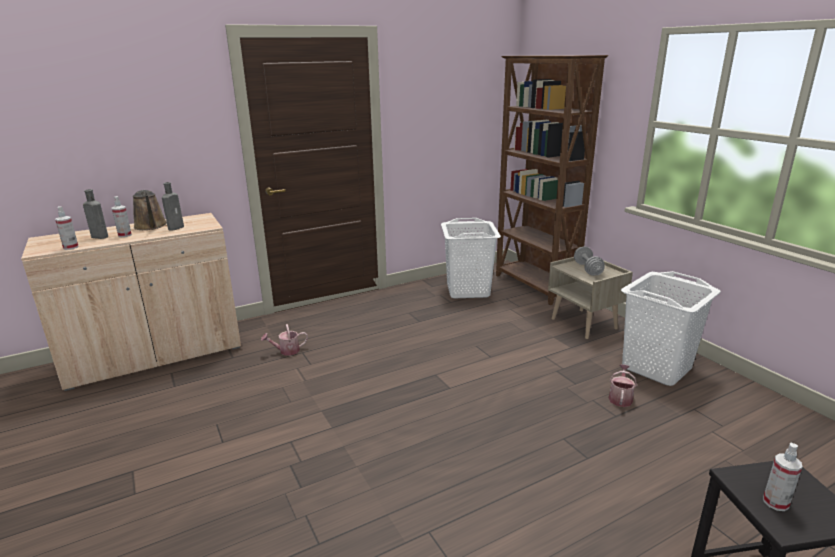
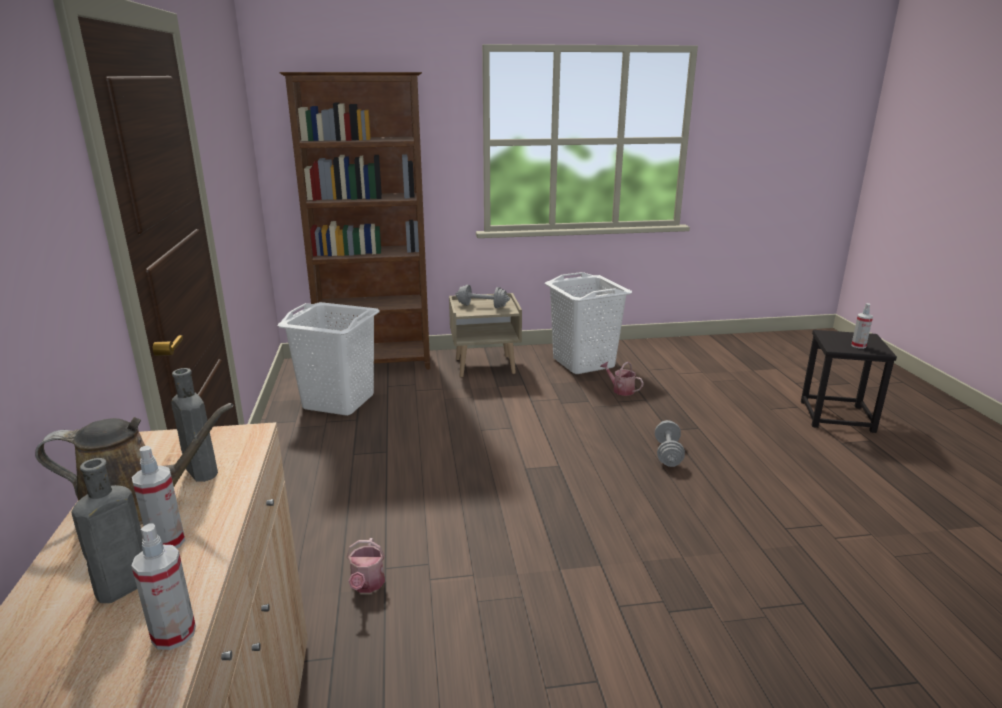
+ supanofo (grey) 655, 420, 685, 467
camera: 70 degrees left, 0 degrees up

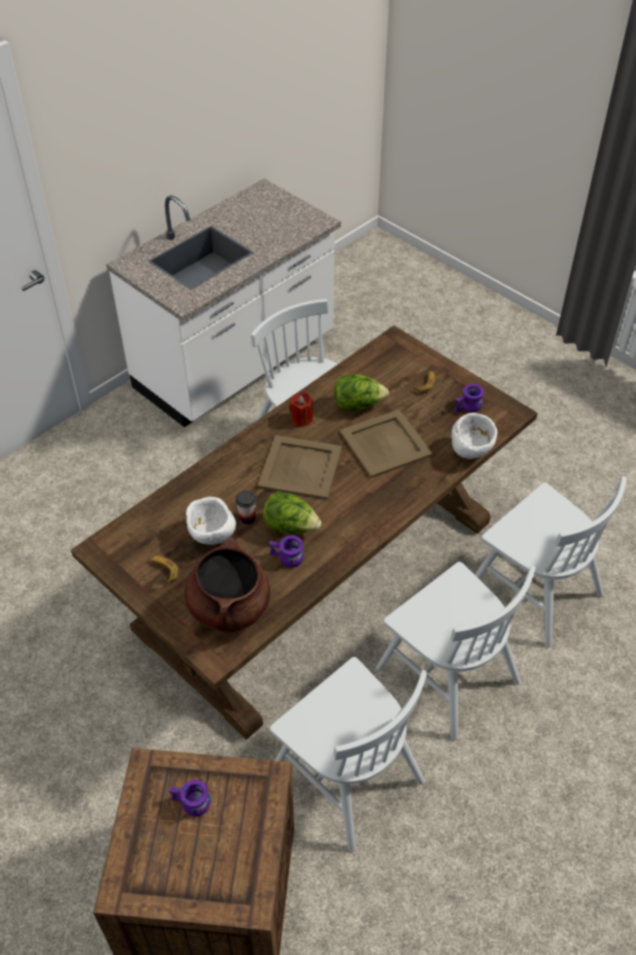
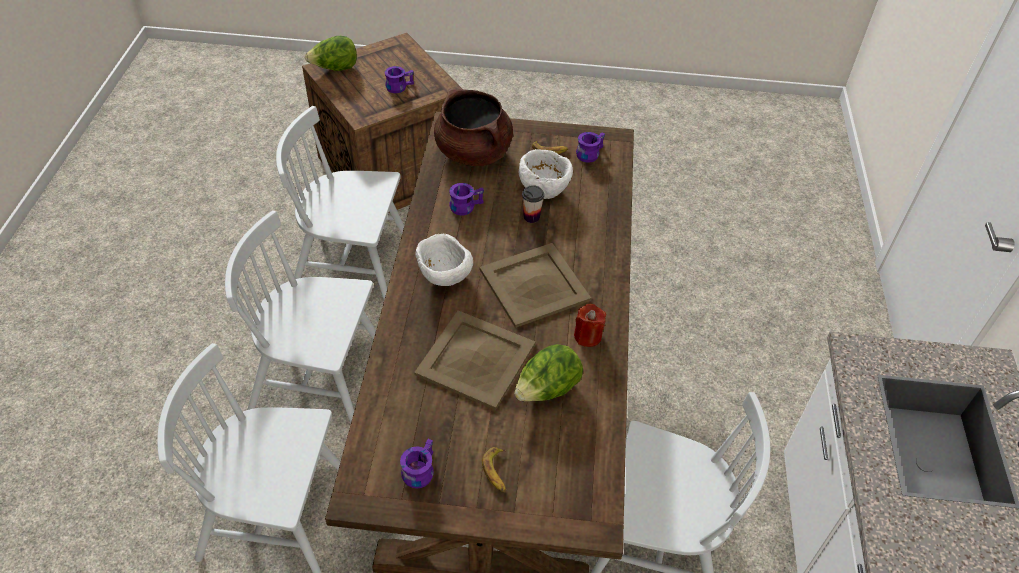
~ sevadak 263, 491, 322, 535 to 305, 36, 357, 71
~ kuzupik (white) 451, 413, 497, 459 to 415, 233, 473, 286
+ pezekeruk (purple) 576, 132, 605, 163
camera: 140 degrees right, 0 degrees up

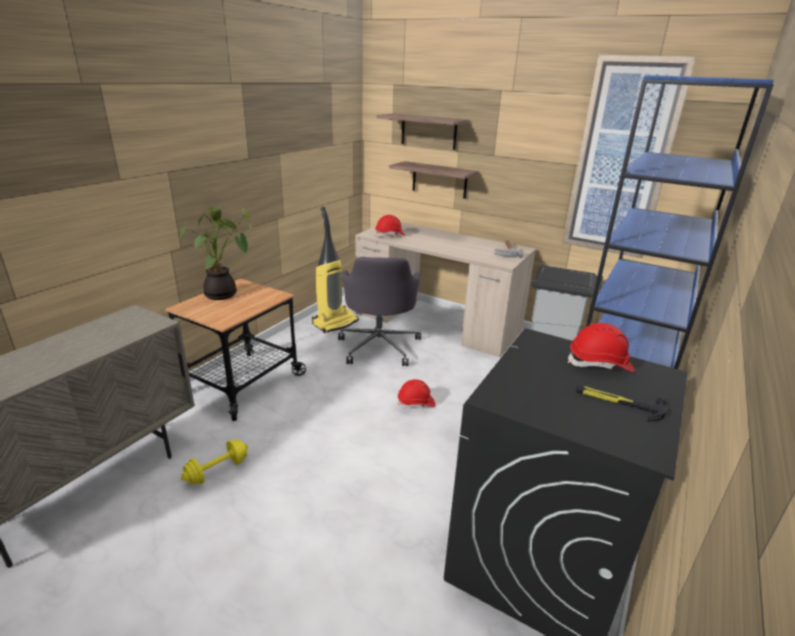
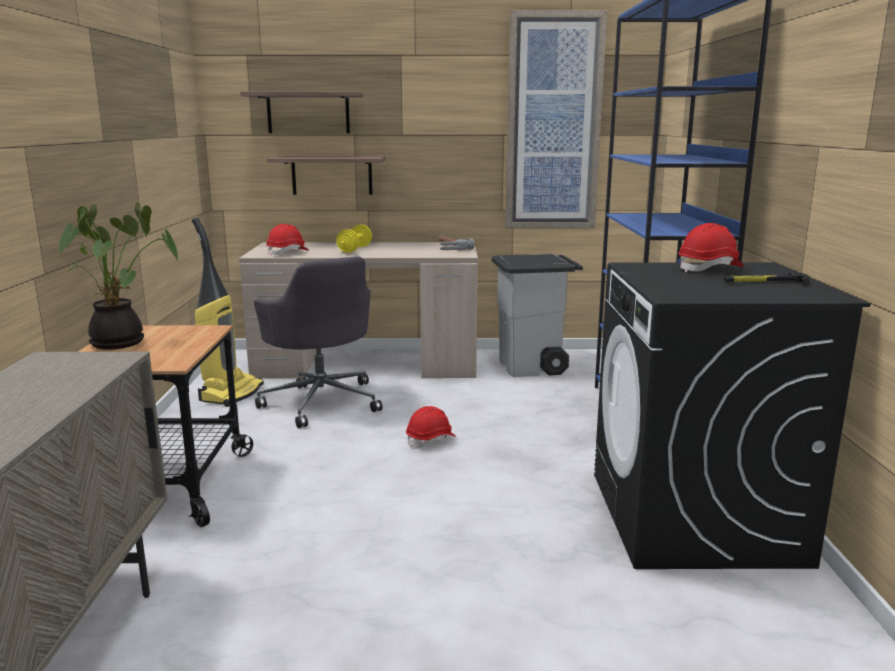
~ supanofo (yellow) 181, 440, 248, 485 to 336, 224, 372, 253
camera: 30 degrees left, 10 degrees down

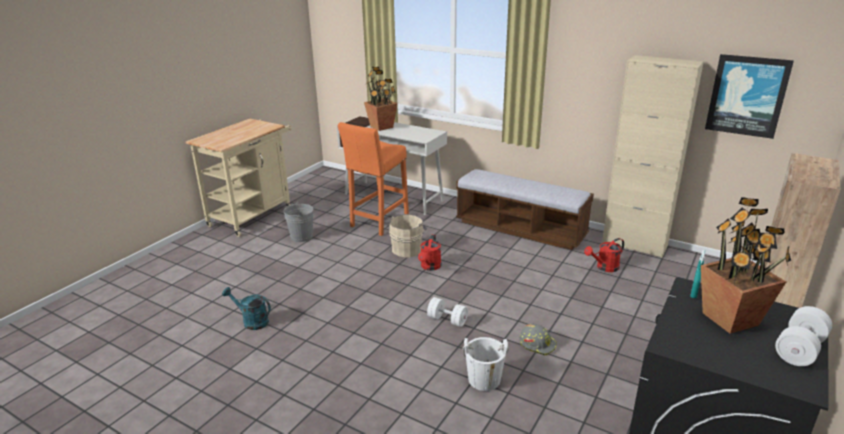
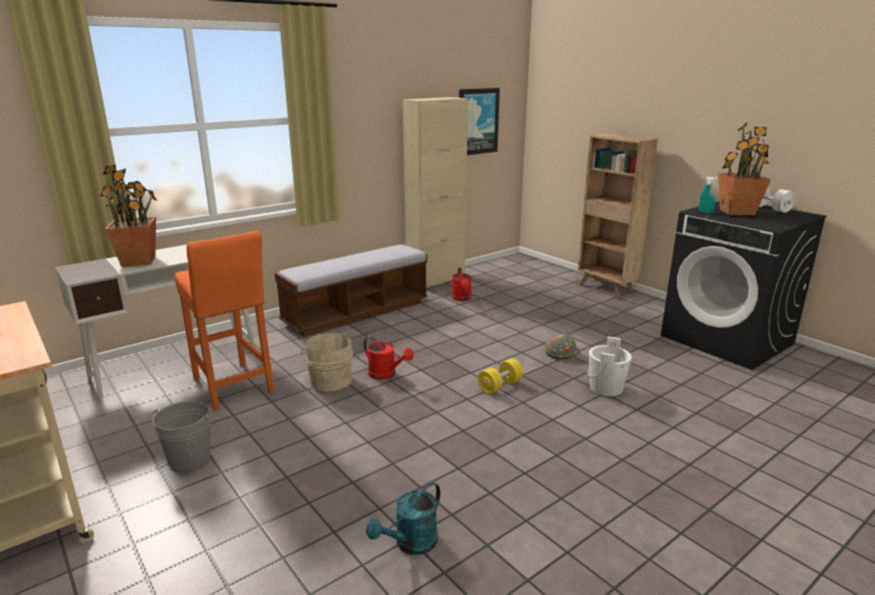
~ supanofo (white) 427, 297, 468, 327 to supanofo (yellow) 478, 359, 523, 394
camera: 70 degrees left, 5 degrees down

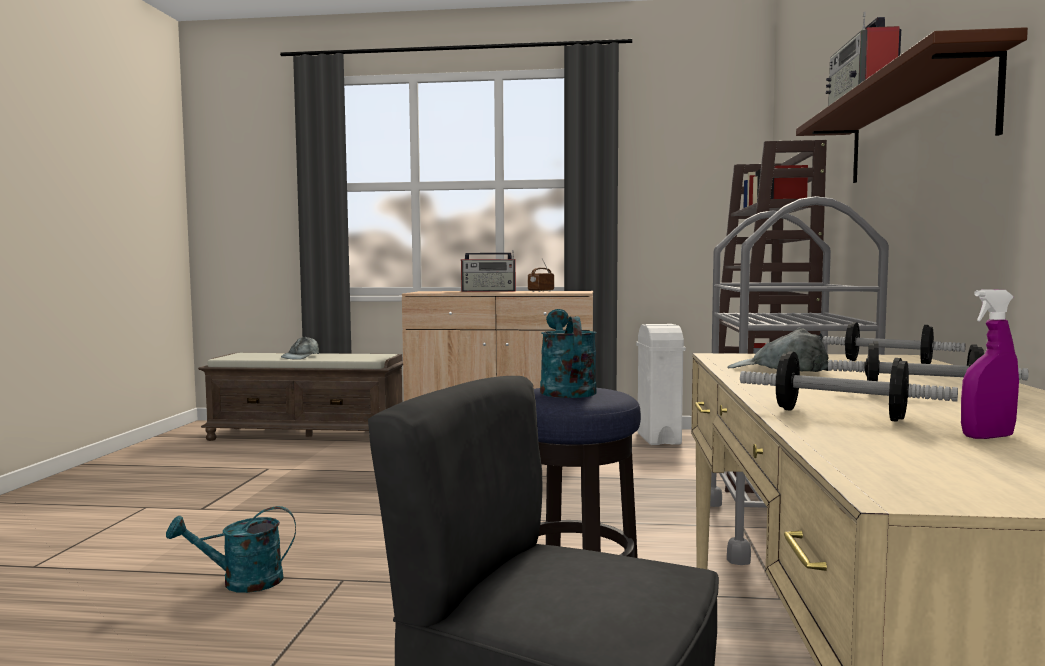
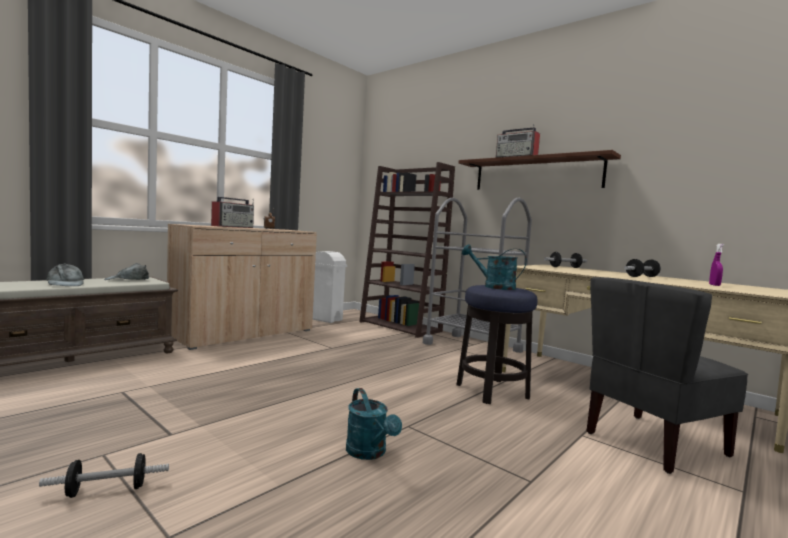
~ supanofo 740, 352, 958, 422 to 39, 453, 169, 498
~ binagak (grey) 727, 328, 829, 372 to 104, 263, 149, 280
~ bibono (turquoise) 166, 506, 296, 593 = 346, 388, 402, 460 45 degrees counterclockwise
camera: 55 degrees left, 0 degrees up

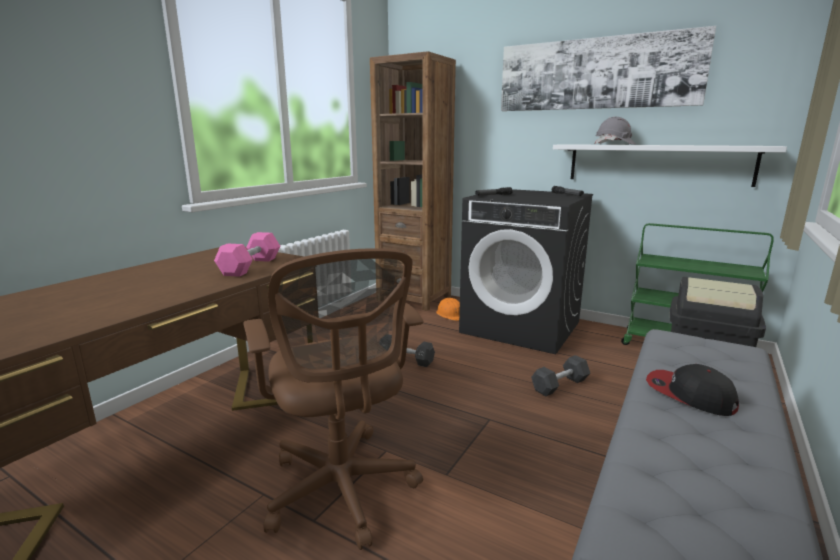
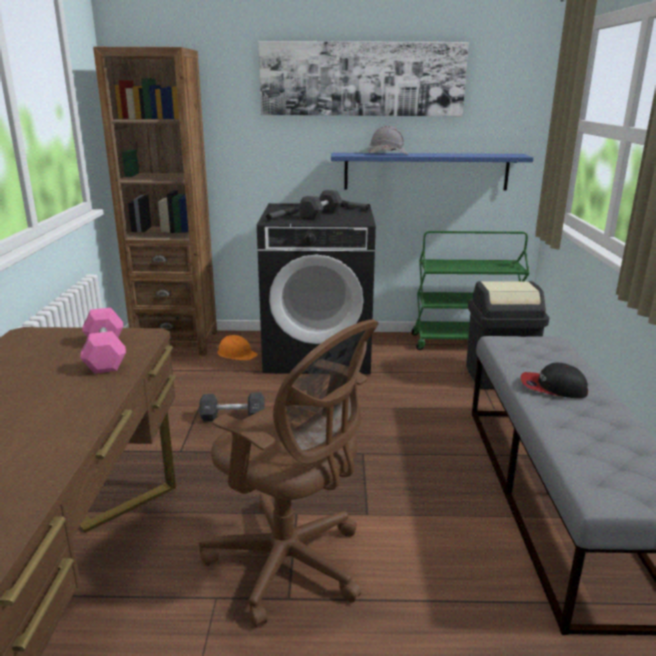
~ supanofo (black) 531, 355, 590, 396 to 297, 190, 343, 220
~ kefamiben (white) 553, 144, 787, 187 to kefamiben (blue) 331, 153, 533, 190
camera: 30 degrees left, 5 degrees up

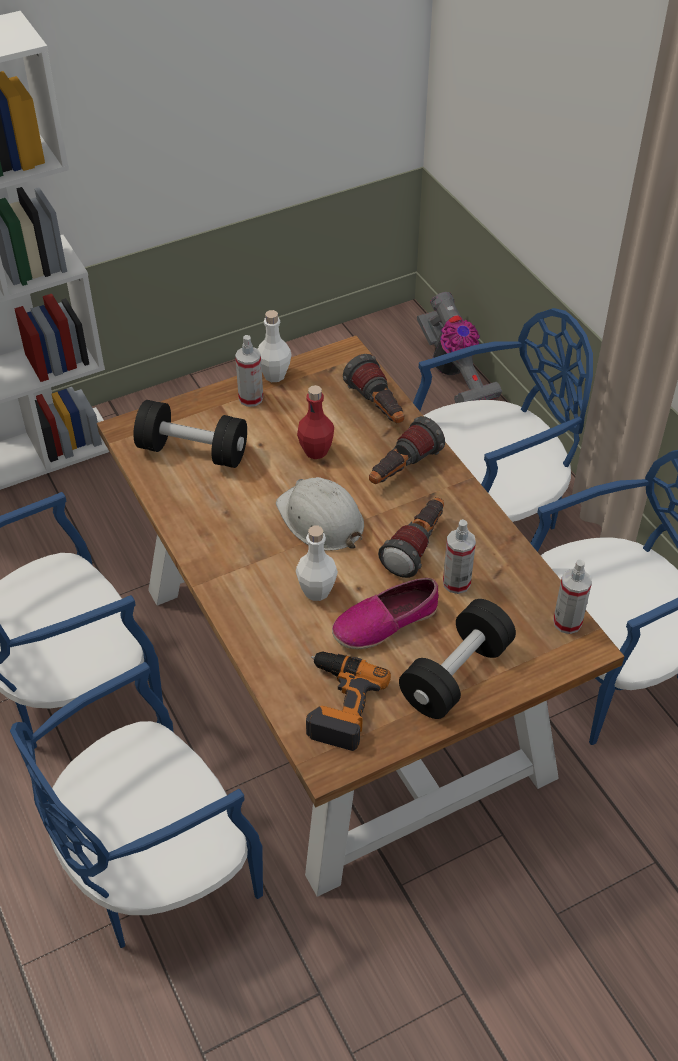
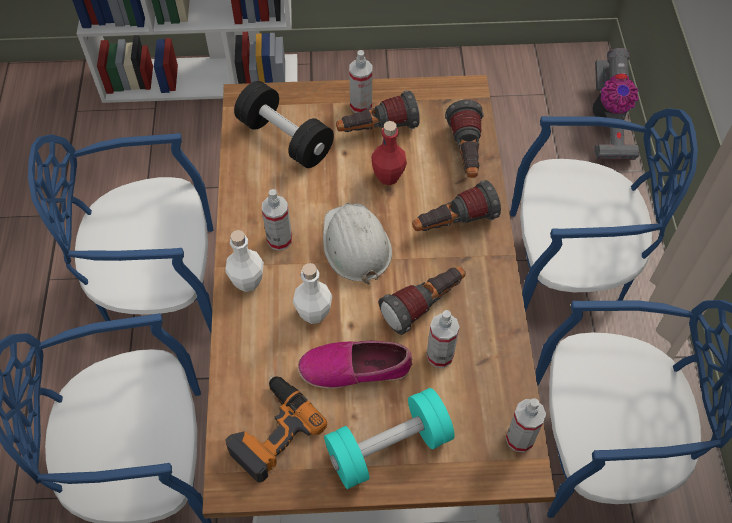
~ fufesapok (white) 258, 310, 292, 382 to 225, 230, 264, 292
+ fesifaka 262, 189, 292, 251
~ supanofo (black) 399, 599, 516, 719 to supanofo (turquoise) 324, 388, 455, 489
+ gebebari 336, 91, 420, 132
camera: 25 degrees right, 10 degrees up

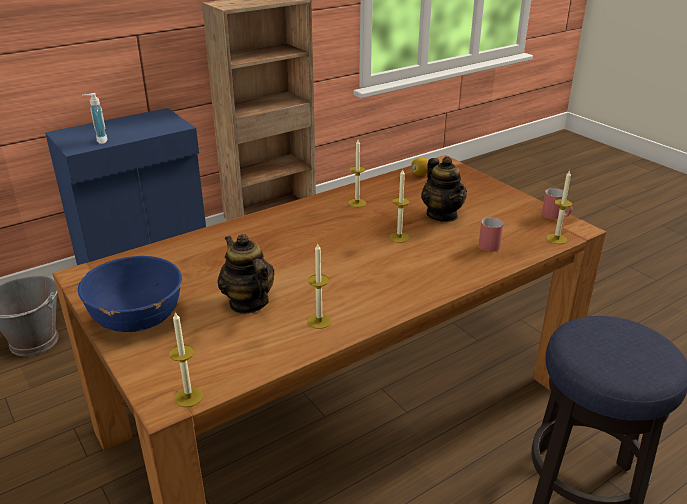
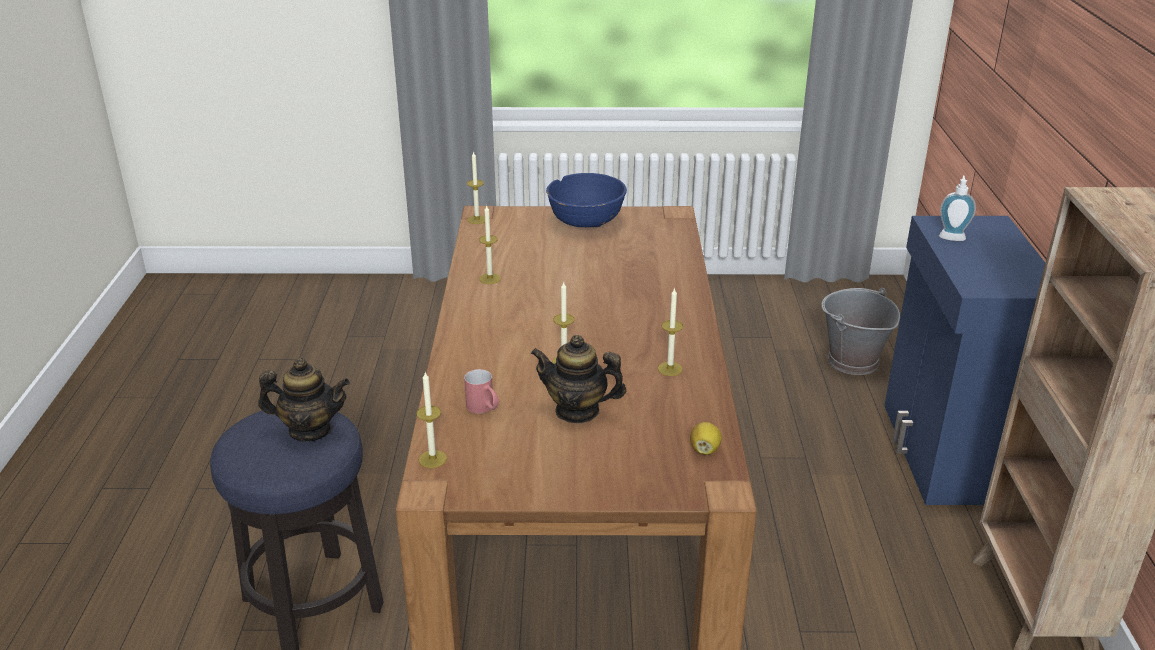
~ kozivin 218, 234, 274, 314 to 258, 358, 350, 442
- pezekeruk (red) 542, 188, 573, 220
camera: 125 degrees right, 0 degrees up

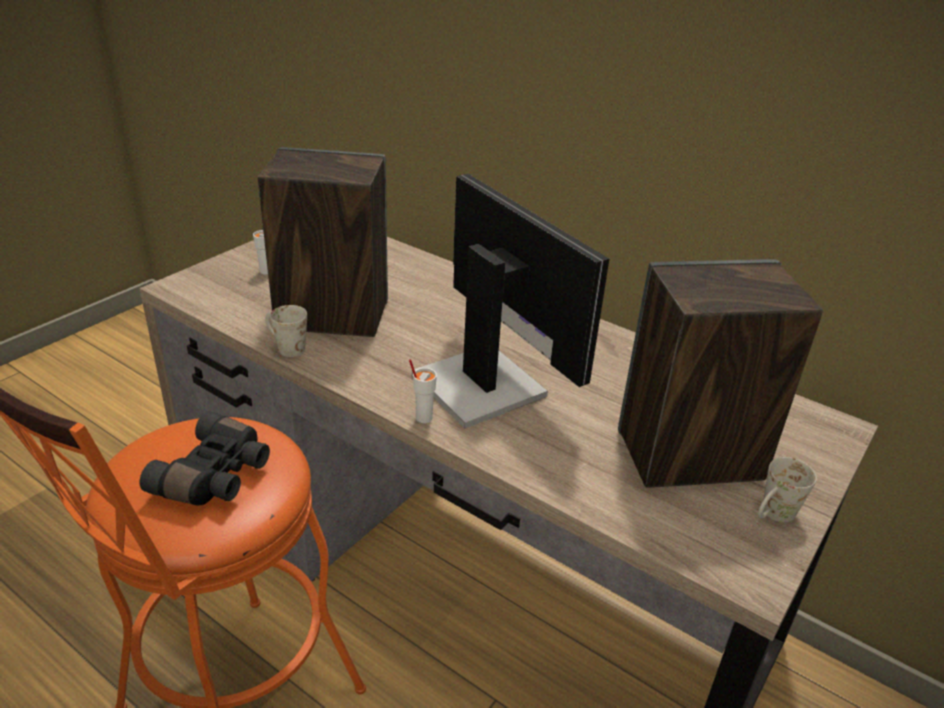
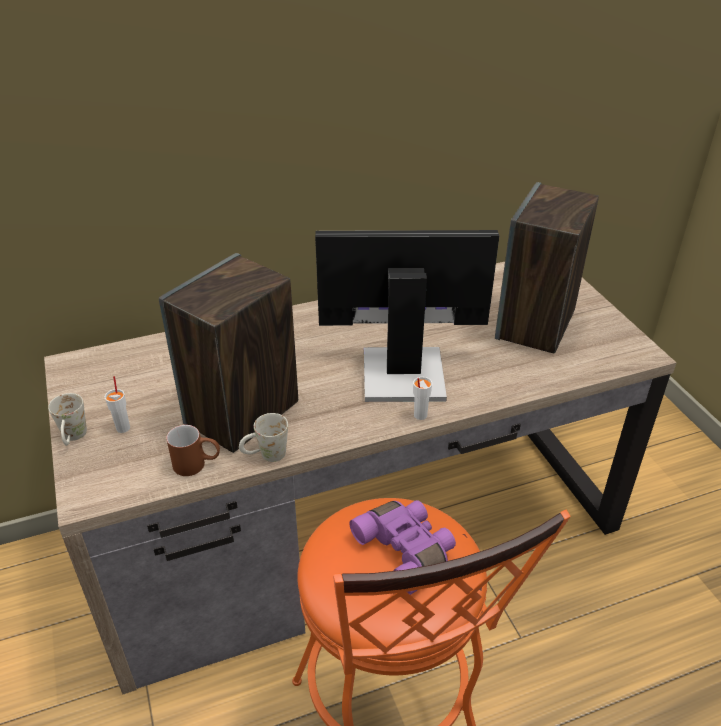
~ pezekeruk (white) 758, 457, 817, 523 to 48, 393, 87, 446
+ pezekeruk (brown) 166, 425, 220, 476
~ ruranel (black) 140, 411, 270, 505 to ruranel (purple) 349, 500, 456, 595
camera: 55 degrees left, 5 degrees up

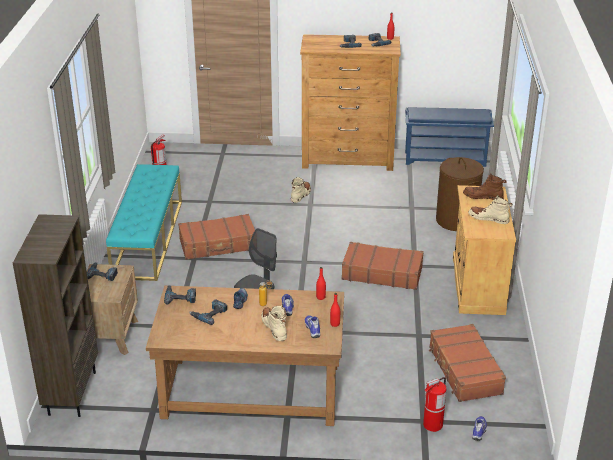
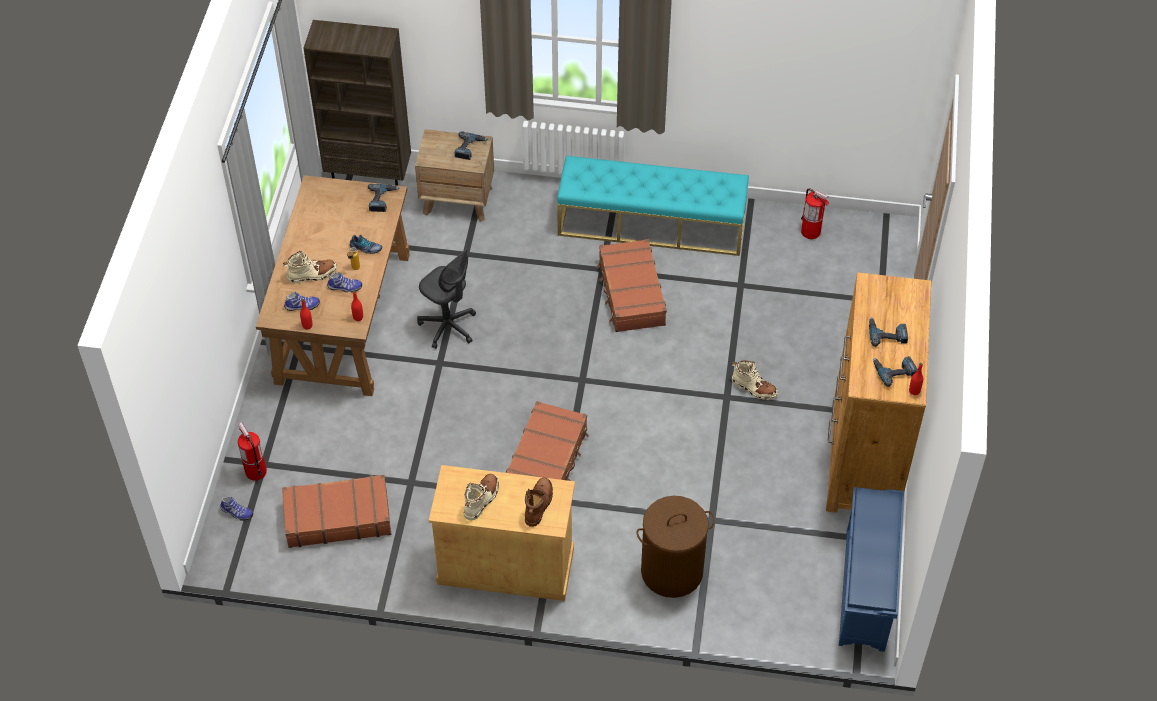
- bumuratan 190, 299, 227, 325
camera: 95 degrees right, 20 degrees up

